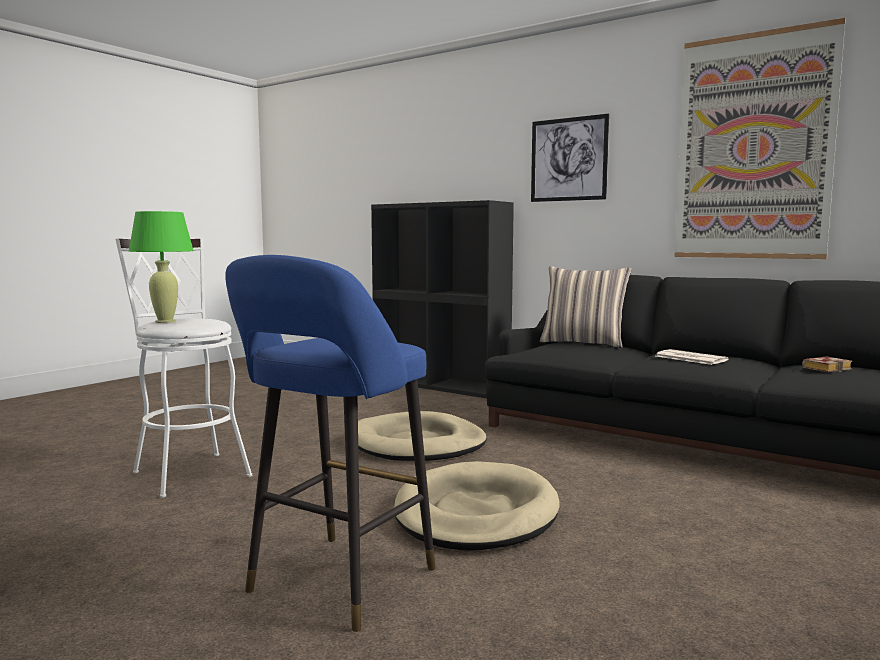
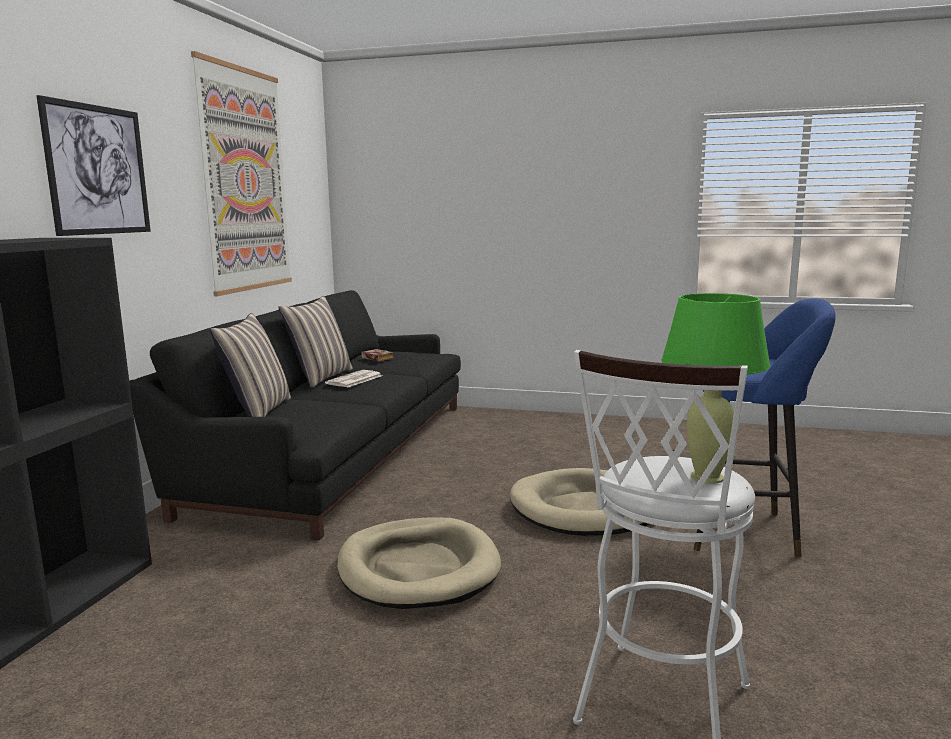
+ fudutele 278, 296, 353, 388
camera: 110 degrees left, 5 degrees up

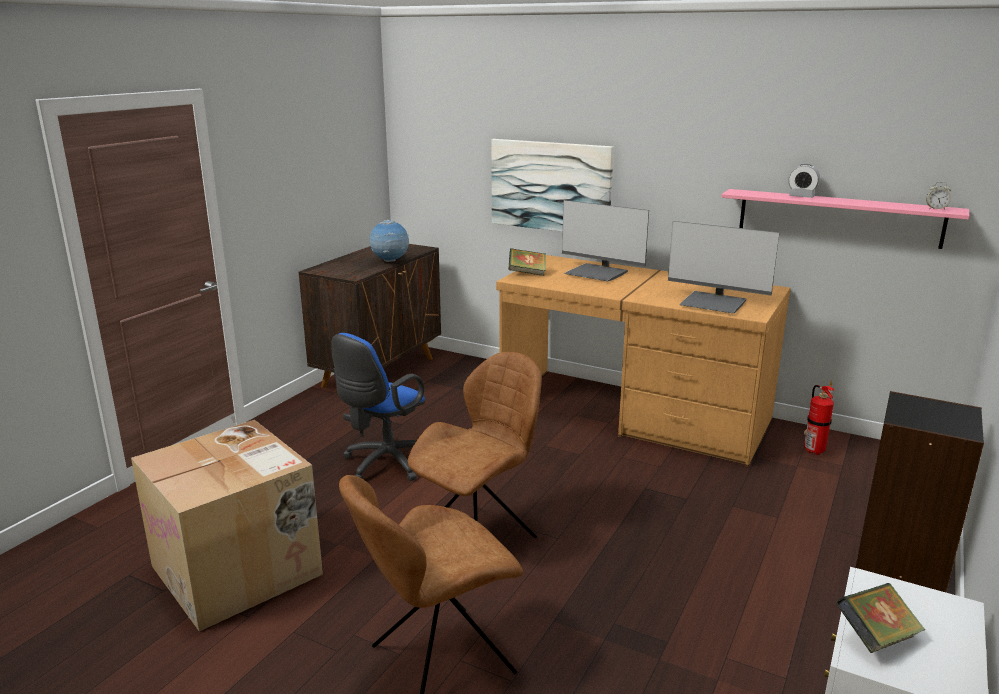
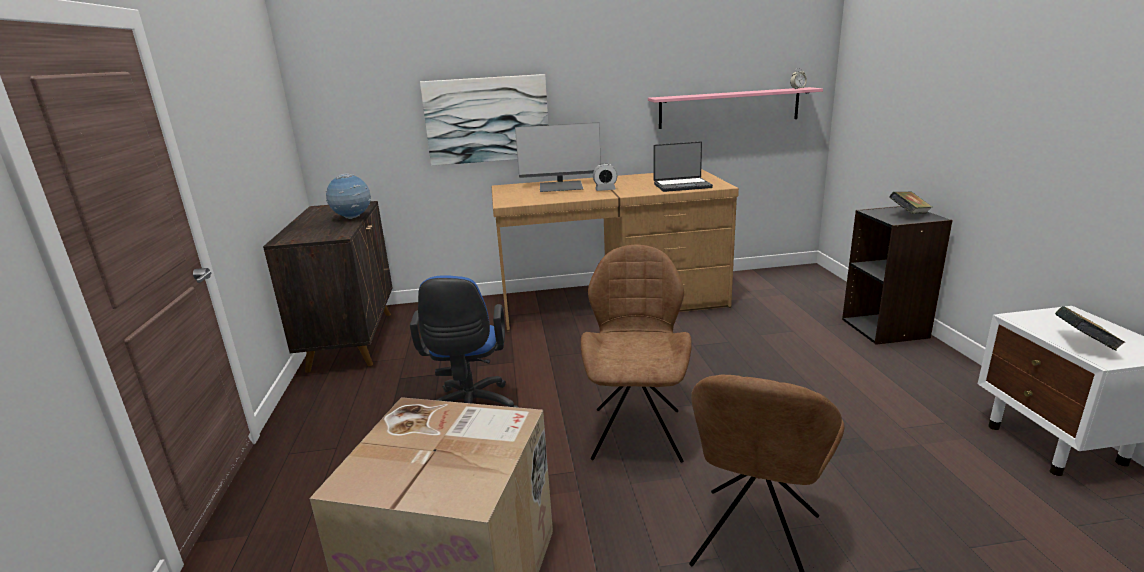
~ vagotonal 788, 164, 820, 198 to 593, 163, 617, 191
~ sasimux 668, 221, 780, 314 to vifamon 654, 141, 713, 192
~ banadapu 509, 248, 546, 276 to 890, 191, 932, 214
- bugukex 804, 381, 835, 455
camera: 35 degrees left, 0 degrees up

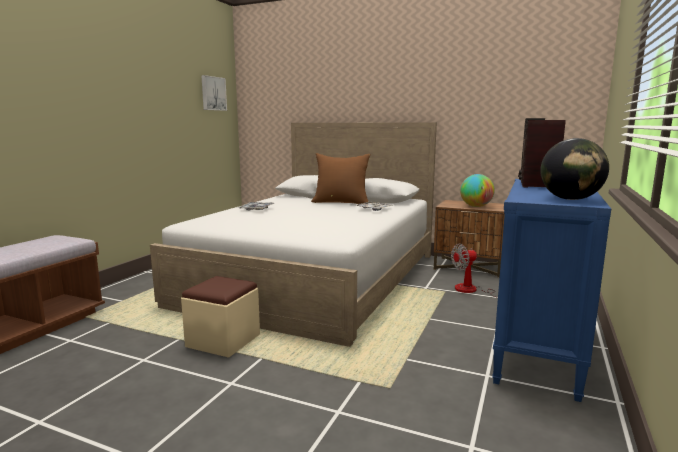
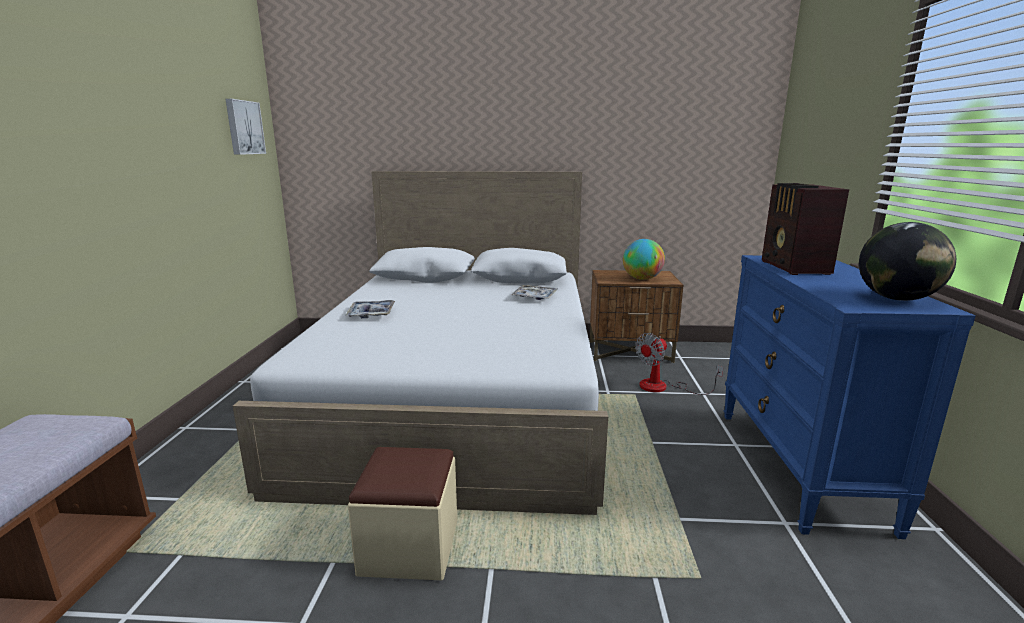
- fudutele (brown) 311, 153, 371, 204
camera: 20 degrees left, 5 degrees up

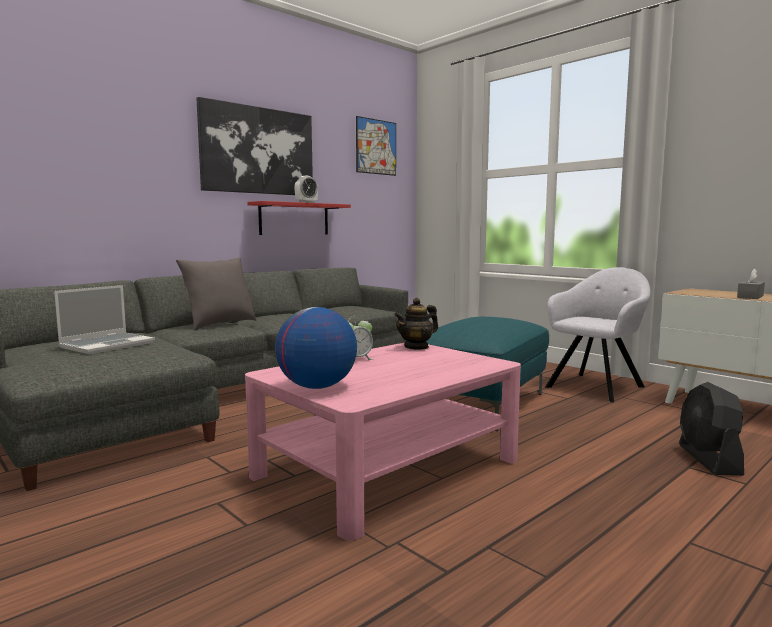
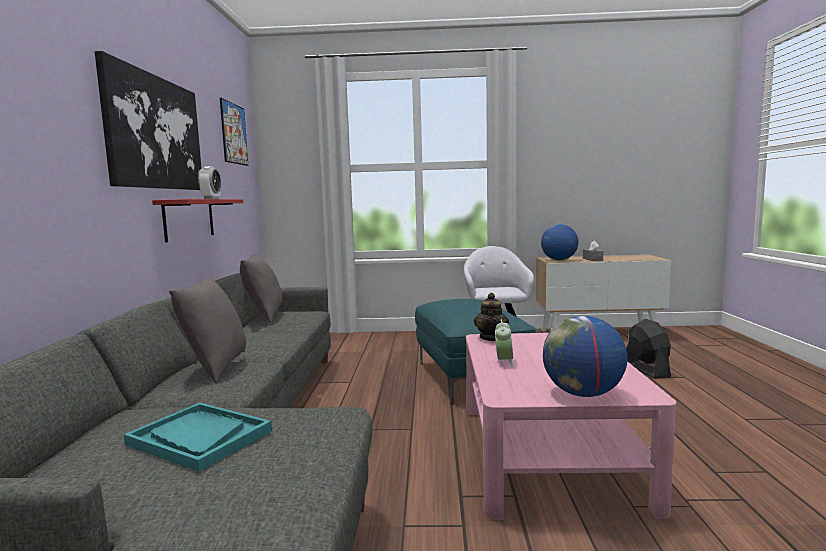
~ vifamon 54, 285, 155, 354 to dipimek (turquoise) 124, 402, 272, 472
+ fudutele (grey) 240, 254, 283, 323
+ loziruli 541, 224, 579, 260
~ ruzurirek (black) 679, 382, 744, 476 = 626, 318, 671, 379 150 degrees counterclockwise
camera: 45 degrees left, 0 degrees up

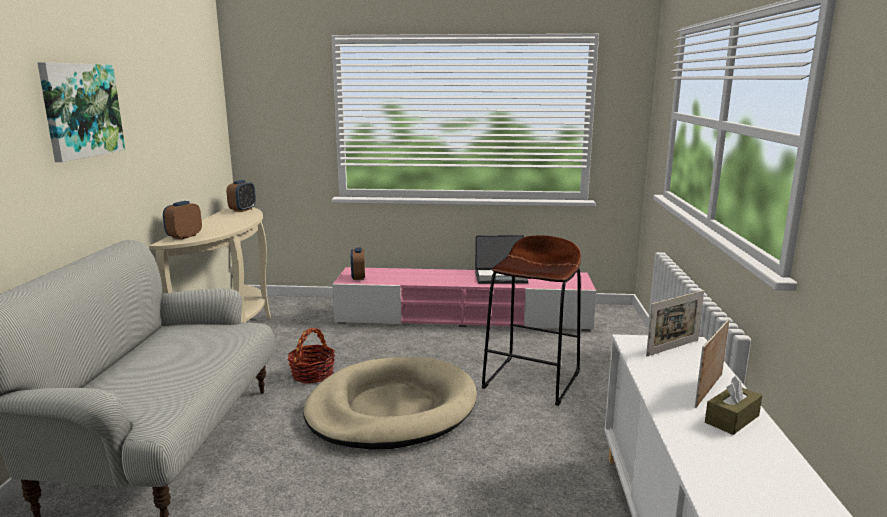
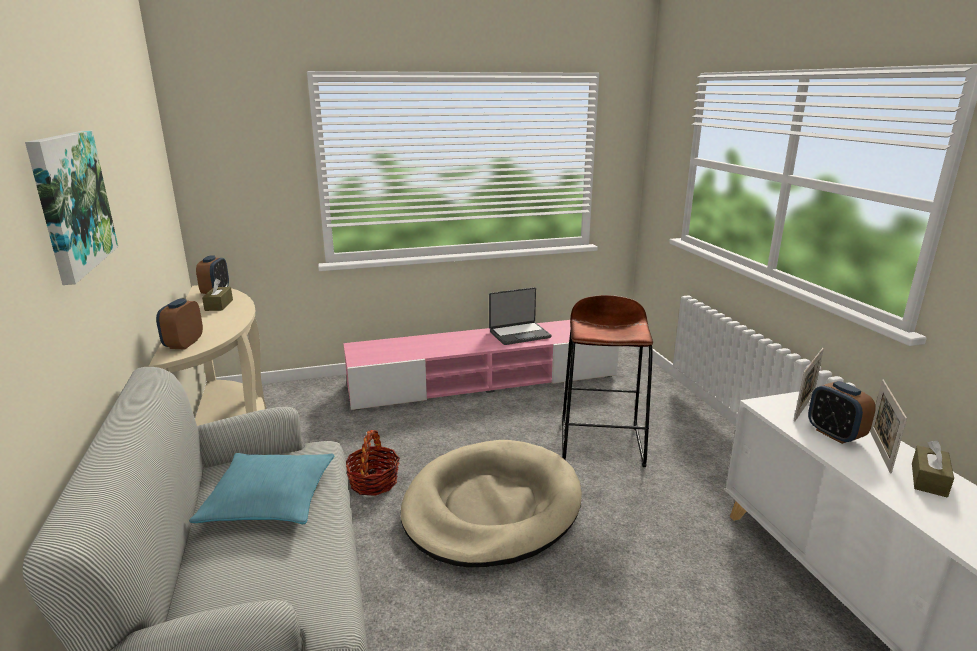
+ fudutele (turquoise) 189, 453, 334, 524
+ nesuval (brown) 202, 278, 233, 311
~ vagotonal 351, 247, 365, 280 to 808, 381, 876, 444
camera: 20 degrees left, 5 degrees up

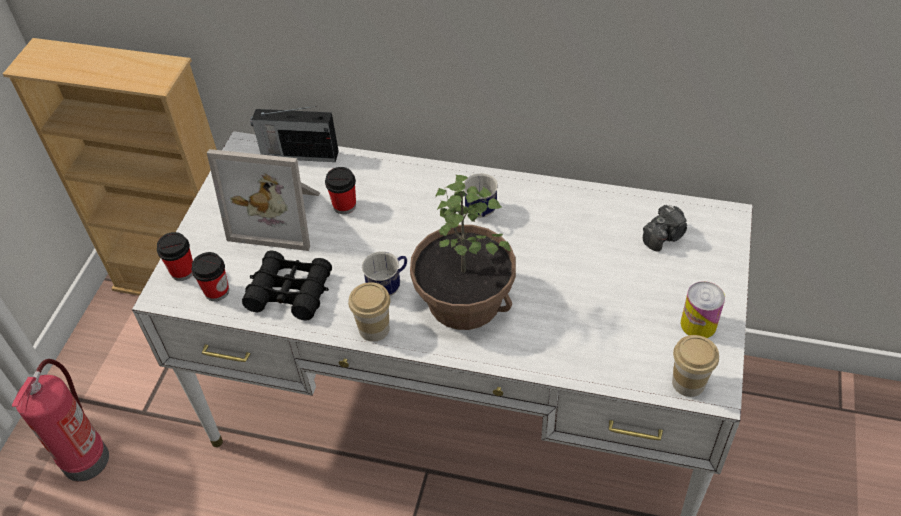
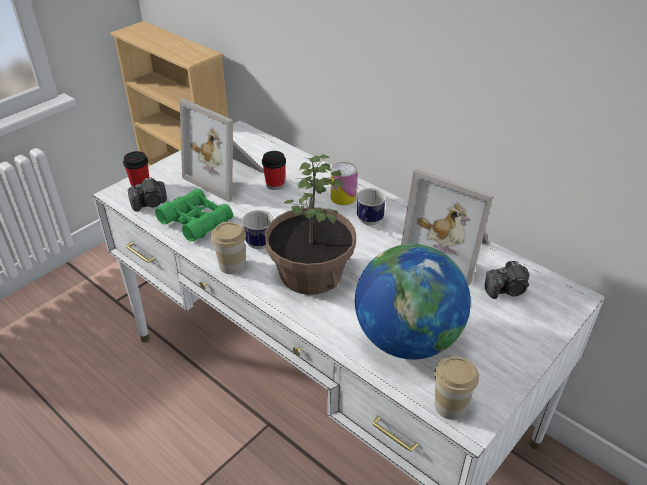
~ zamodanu 192, 252, 229, 301 to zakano 128, 177, 167, 212
~ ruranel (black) 242, 251, 332, 321 to ruranel (green) 155, 188, 233, 242
~ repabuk 681, 281, 725, 338 to 331, 162, 357, 205
+ loziruli 355, 244, 471, 359
+ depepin 401, 169, 493, 285
- bugukex 12, 359, 109, 482
- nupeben 251, 106, 339, 162
camera: 25 degrees right, 10 degrees down

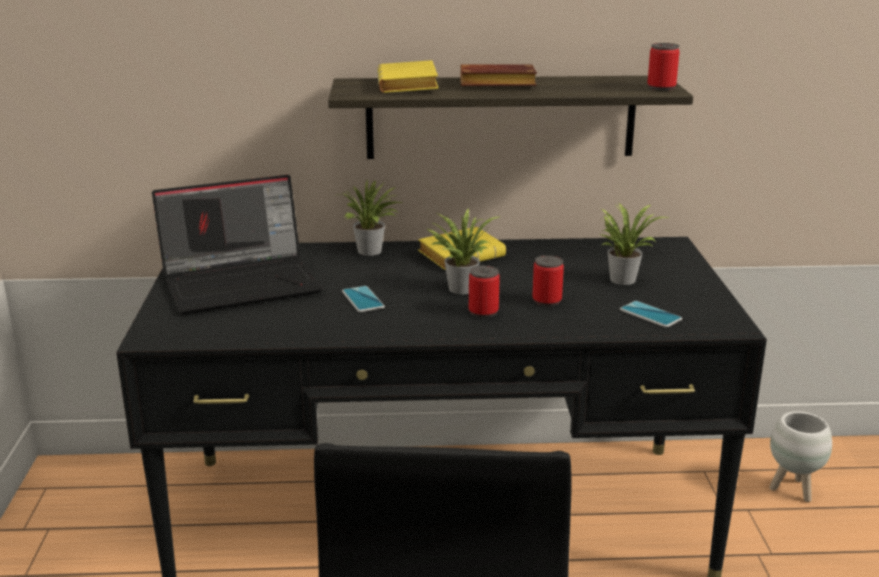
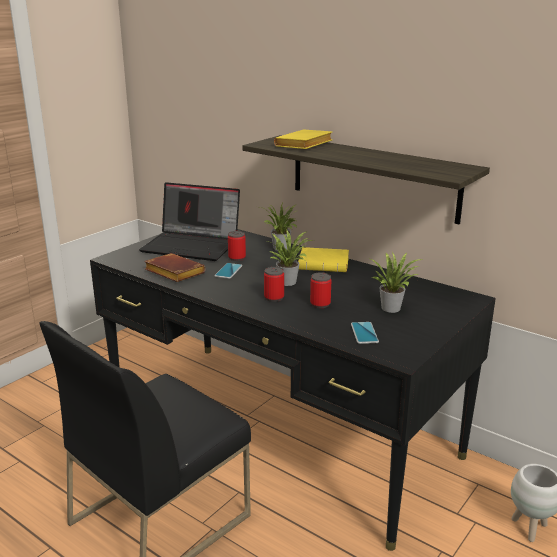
~ banadapu (brown) 460, 64, 537, 86 to 144, 253, 206, 282
~ repabuk 647, 43, 680, 91 to 228, 231, 246, 261
camera: 40 degrees right, 0 degrees up

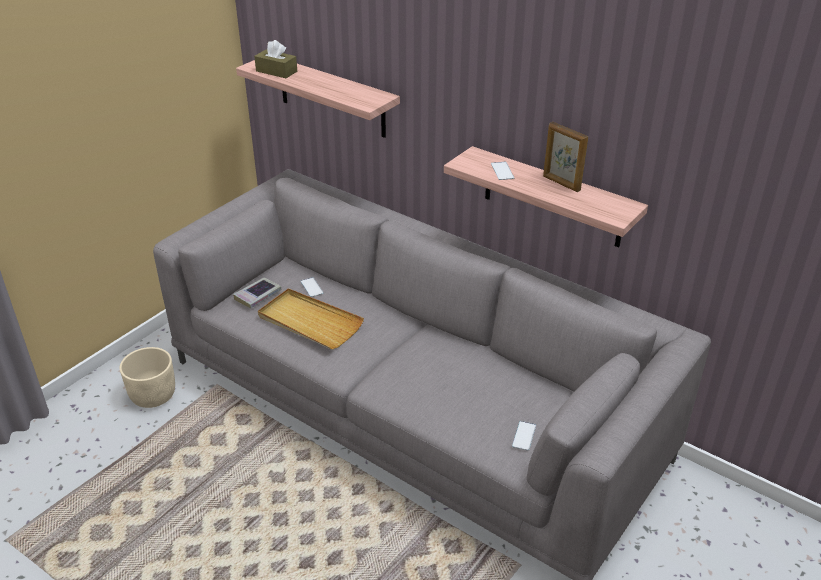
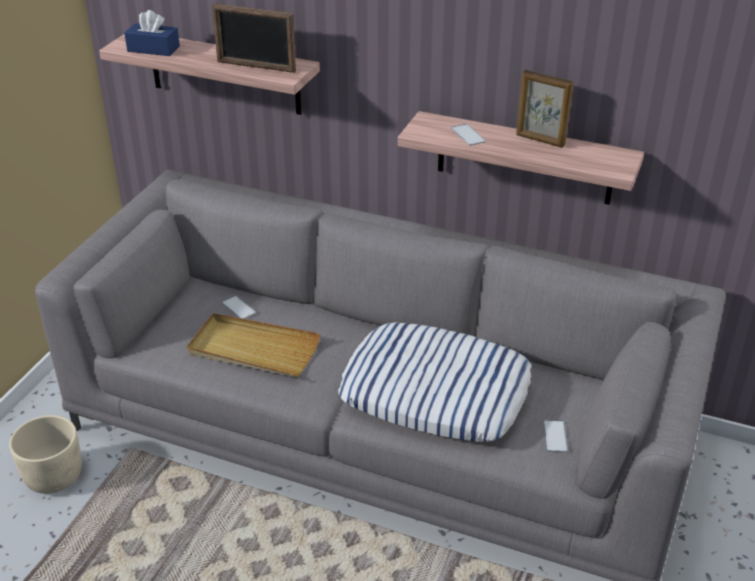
~ nesuval (brown) 254, 40, 297, 78 to nesuval (blue) 124, 10, 180, 56
+ depepin 212, 3, 296, 73
+ fudutele 338, 322, 531, 442
- banadapu 233, 277, 282, 308
camera: 15 degrees left, 0 degrees up

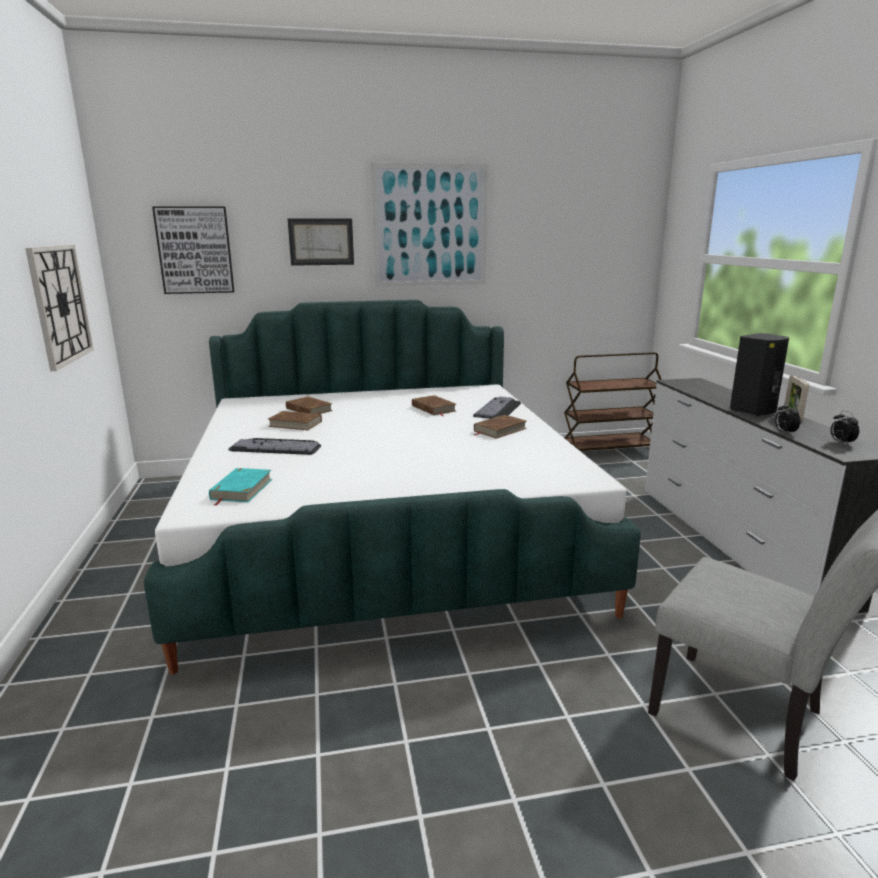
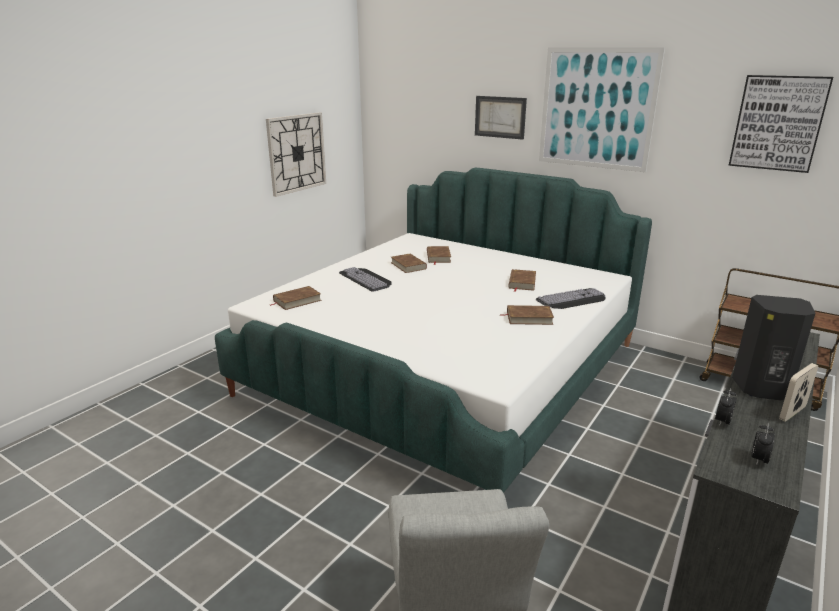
~ banadapu (turquoise) 209, 468, 272, 506 to banadapu (brown) 270, 286, 322, 310
~ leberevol 152, 206, 234, 294 to 729, 75, 833, 173
camera: 45 degrees right, 5 degrees up

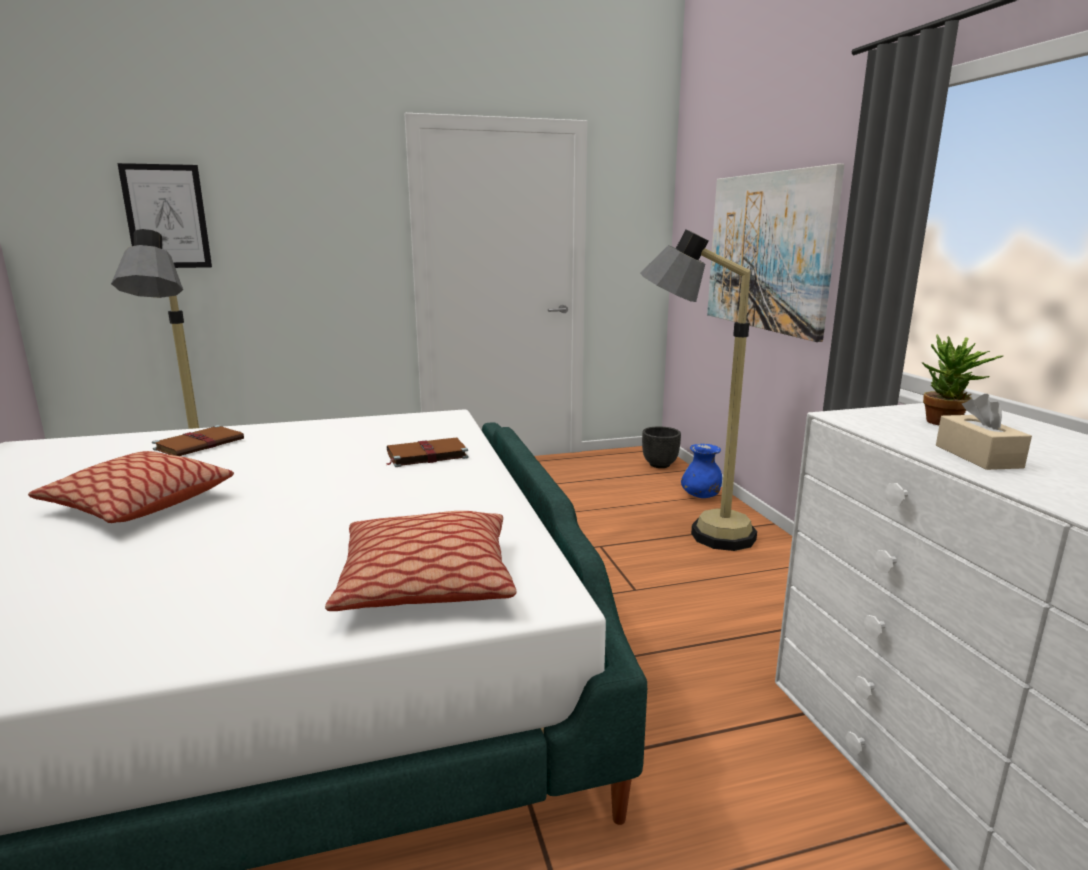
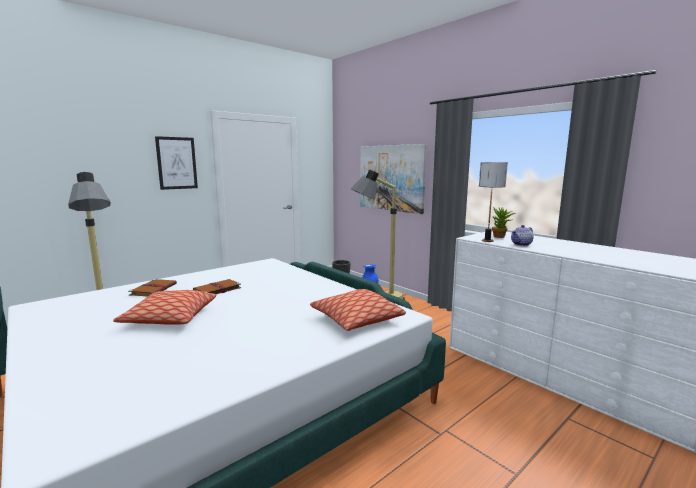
~ leberevol 117, 163, 212, 268 to 155, 136, 198, 190
~ banadapu (brown) 385, 437, 468, 467 to 193, 279, 241, 294
+ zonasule 479, 162, 508, 242
~ nesuval (beige) 936, 394, 1032, 470 to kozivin 511, 225, 534, 246
camera: 25 degrees left, 5 degrees down

